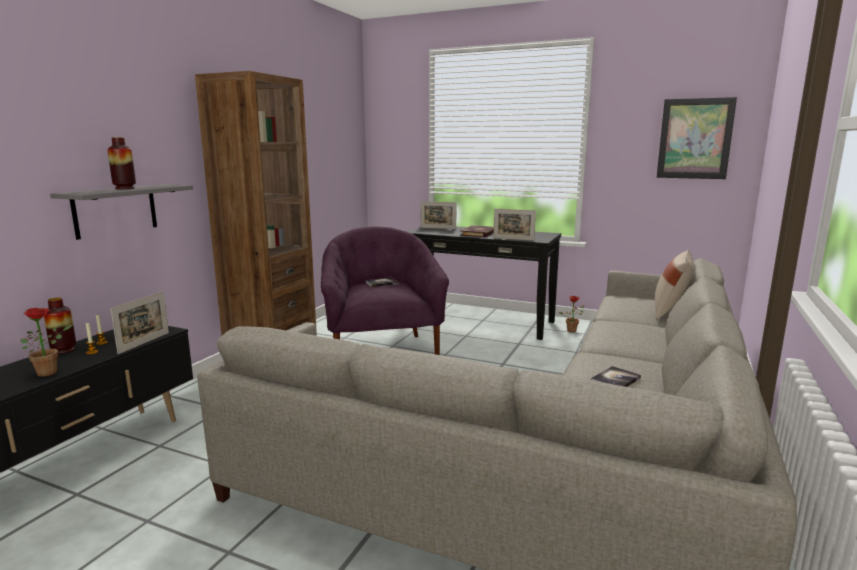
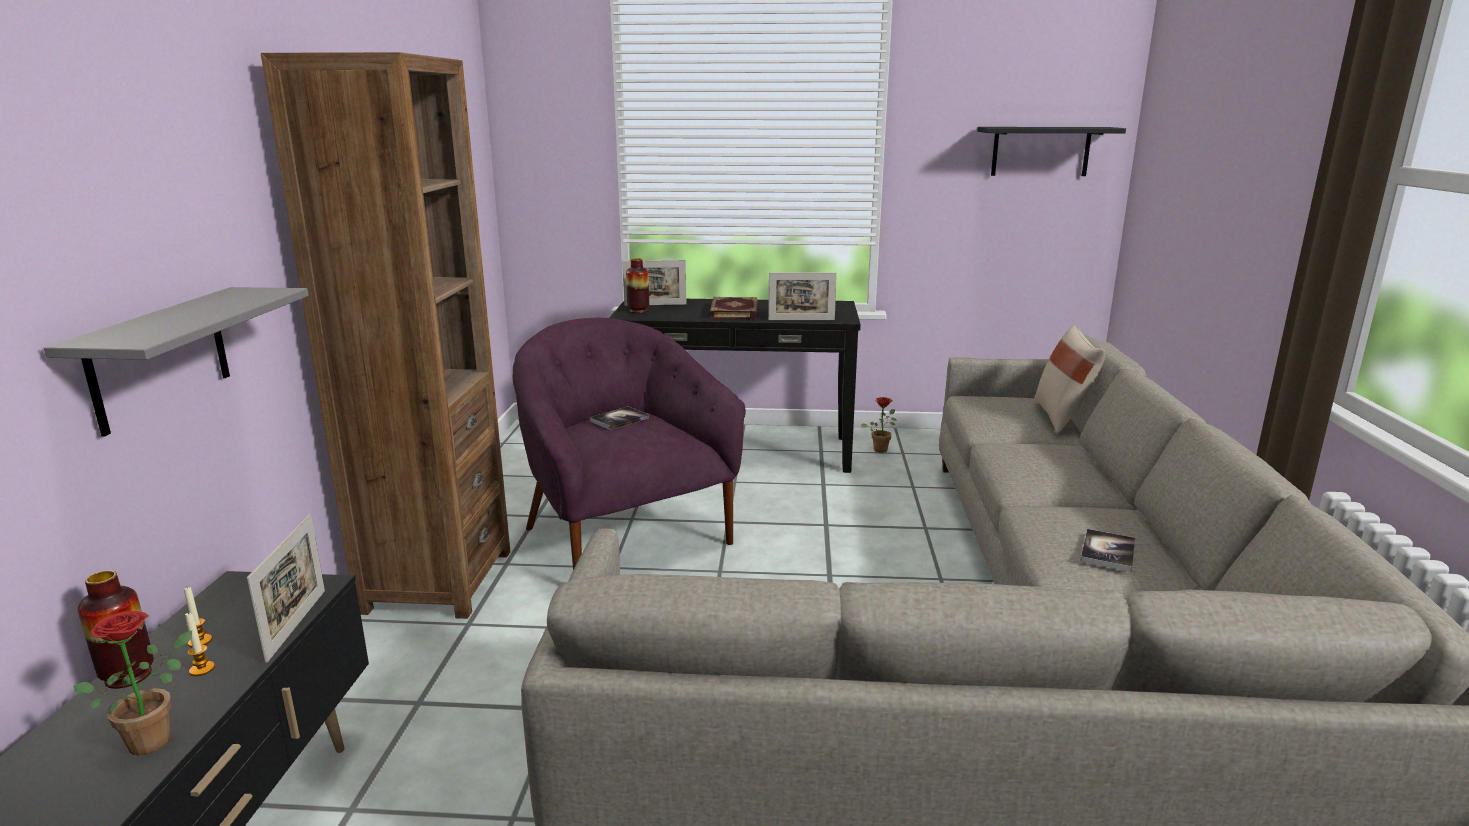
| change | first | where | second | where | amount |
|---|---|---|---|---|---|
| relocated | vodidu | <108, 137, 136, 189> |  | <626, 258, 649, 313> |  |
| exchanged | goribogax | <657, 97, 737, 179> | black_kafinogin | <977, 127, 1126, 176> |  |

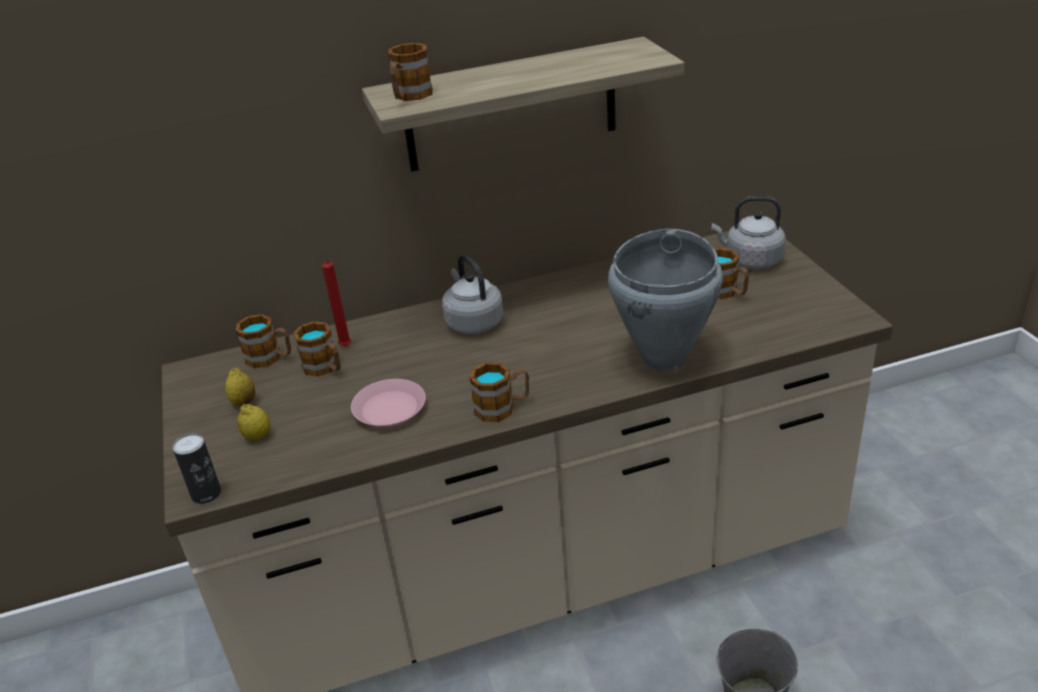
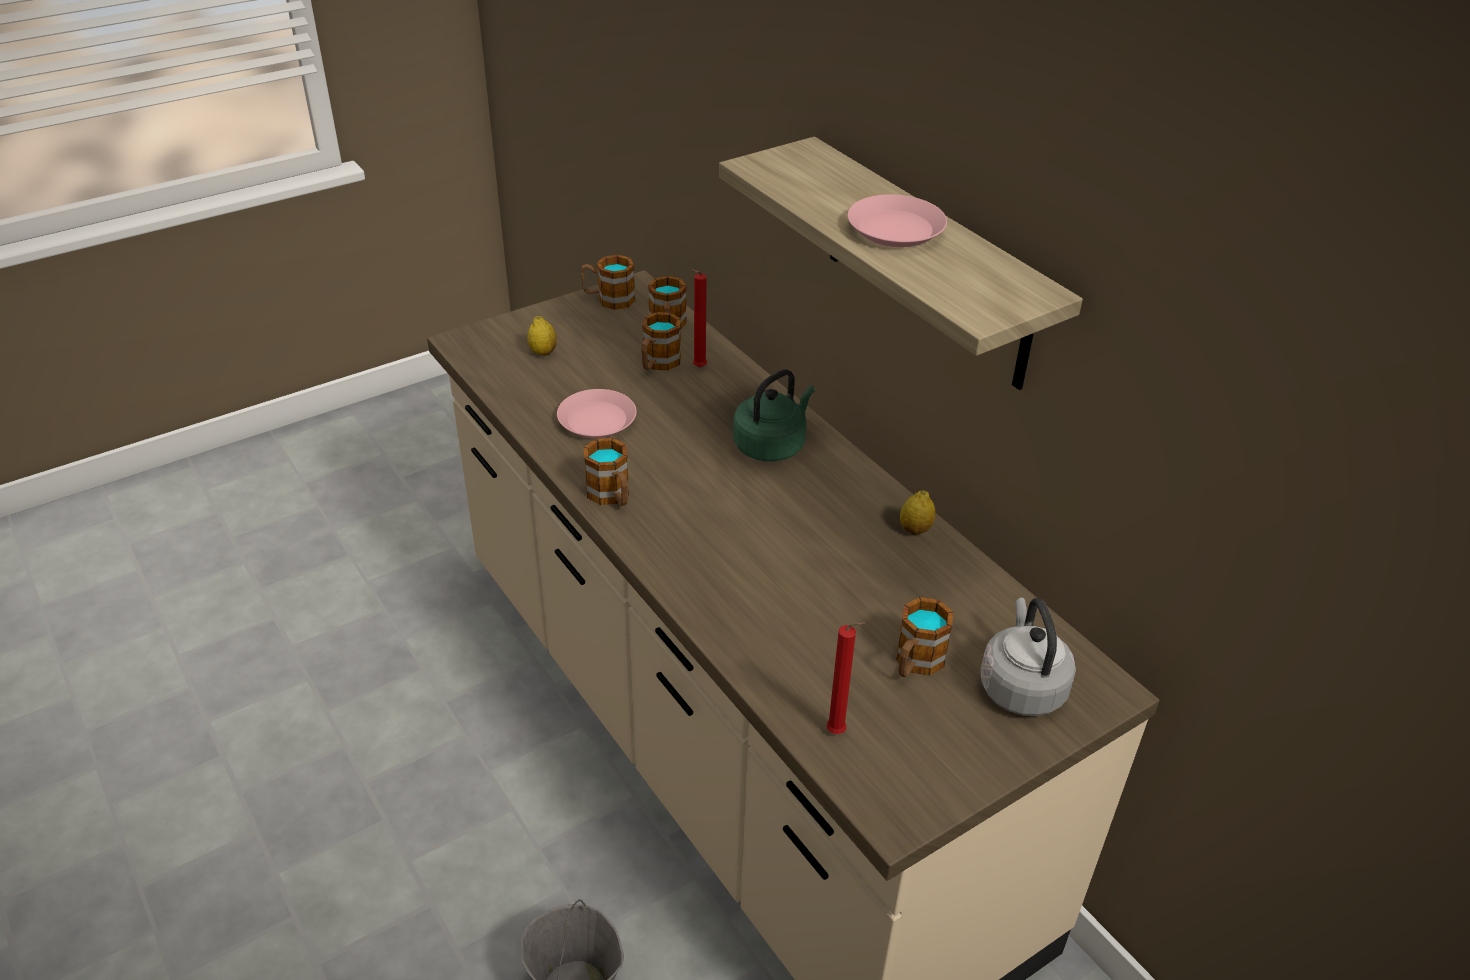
| change | first | where | second | where | amount |
|---|---|---|---|---|---|
| missing | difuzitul | <173, 433, 221, 504> |  |  |  |
| relocated | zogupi | <225, 368, 255, 406> |  | <900, 490, 935, 535> |  |
| relocated | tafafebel | <388, 43, 433, 101> |  | <580, 255, 635, 310> |  |
| colour | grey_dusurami | <442, 255, 503, 334> | green_dusurami | <733, 369, 815, 462> |  |
| missing | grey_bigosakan | <608, 229, 723, 371> |  |  |  |
| appeared |  |  | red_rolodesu | <826, 622, 867, 734> |  |
| appeared |  |  | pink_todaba | <847, 194, 947, 247> |  |

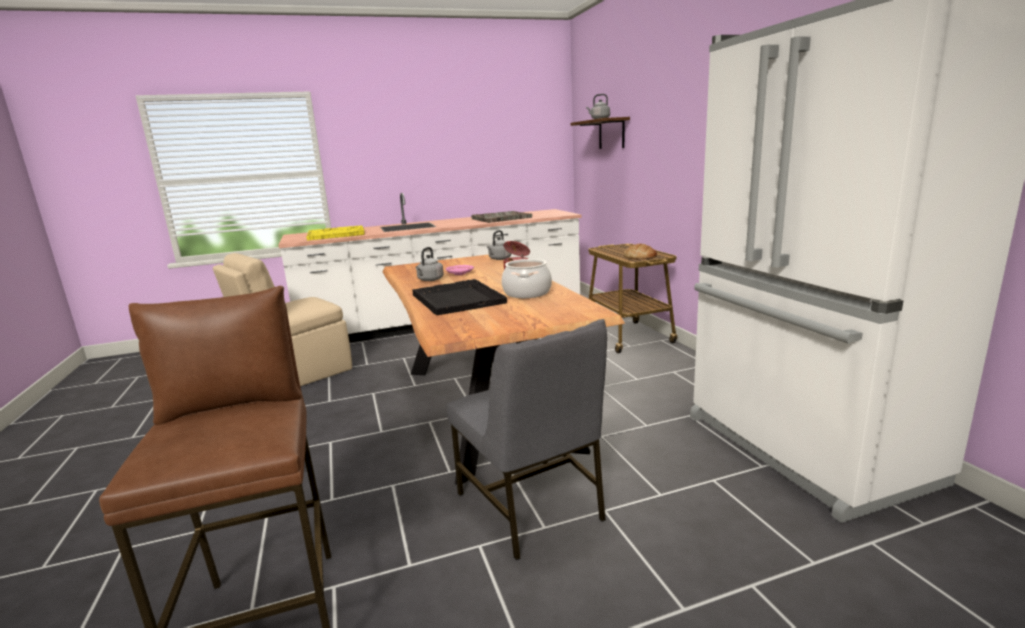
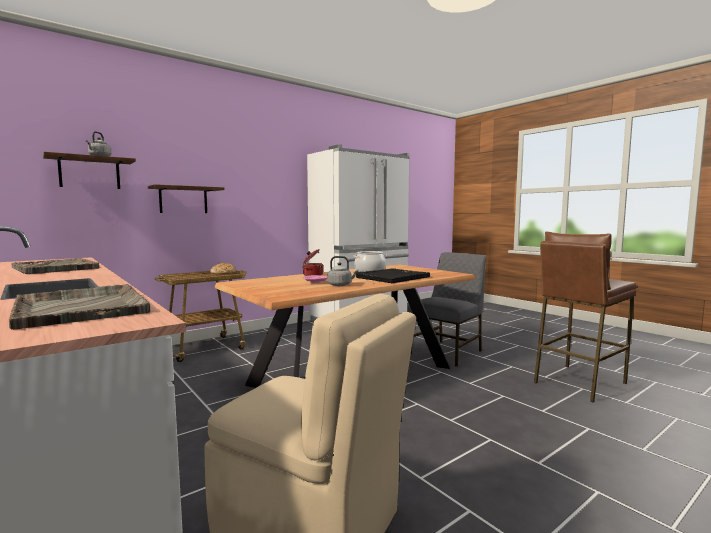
| change | first | where | second | where | amount |
|---|---|---|---|---|---|
| colour | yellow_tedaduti | <306, 225, 365, 240> | grey_tedaduti | <9, 284, 150, 330> |  |
| missing | grey_dusurami | <487, 230, 511, 260> |  |  |  |
| appeared |  |  | brown_kafinogin | <148, 184, 225, 213> |  |

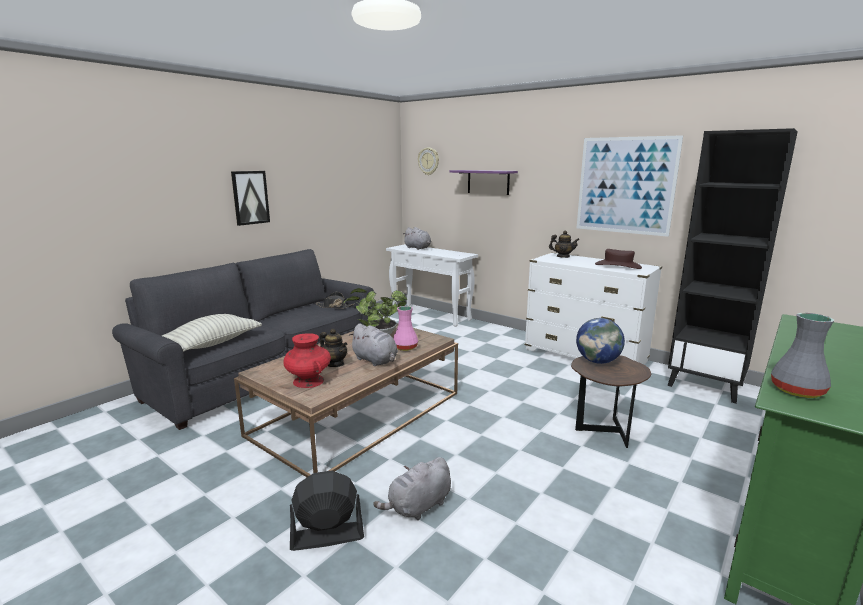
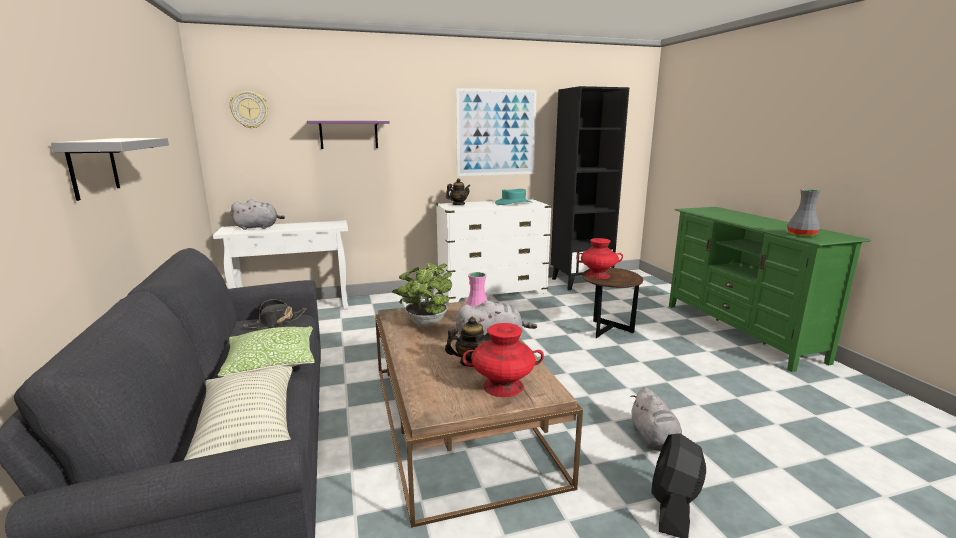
| change | first | where | second | where | amount |
|---|---|---|---|---|---|
| exchanged | goribogax | <231, 171, 270, 226> | grey_kafinogin | <51, 138, 169, 201> |  |
| exchanged | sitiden | <576, 318, 625, 364> | red_vodidu | <576, 238, 623, 279> |  |
| colour | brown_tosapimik | <595, 249, 642, 269> | turquoise_tosapimik | <495, 189, 533, 205> |  |
| appeared |  |  | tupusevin | <217, 326, 315, 377> |  |

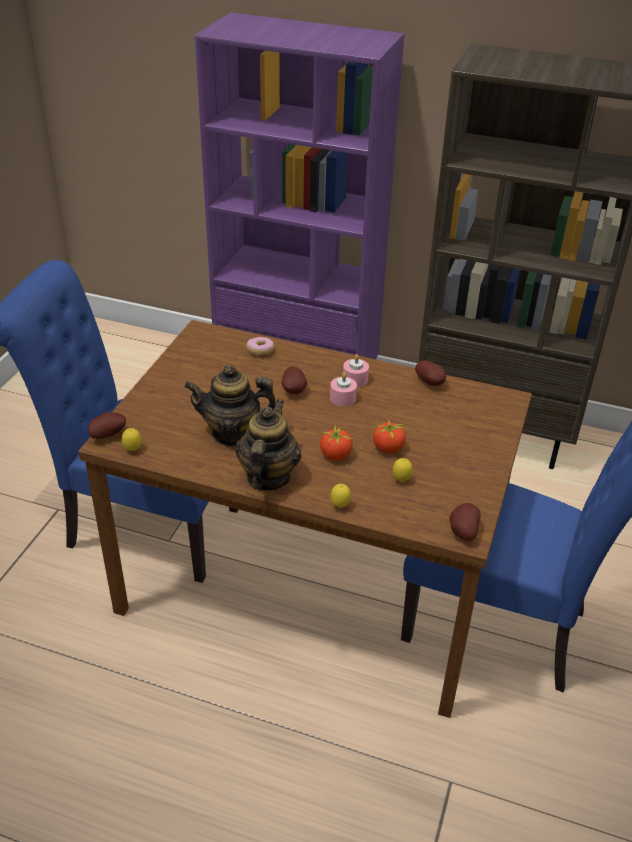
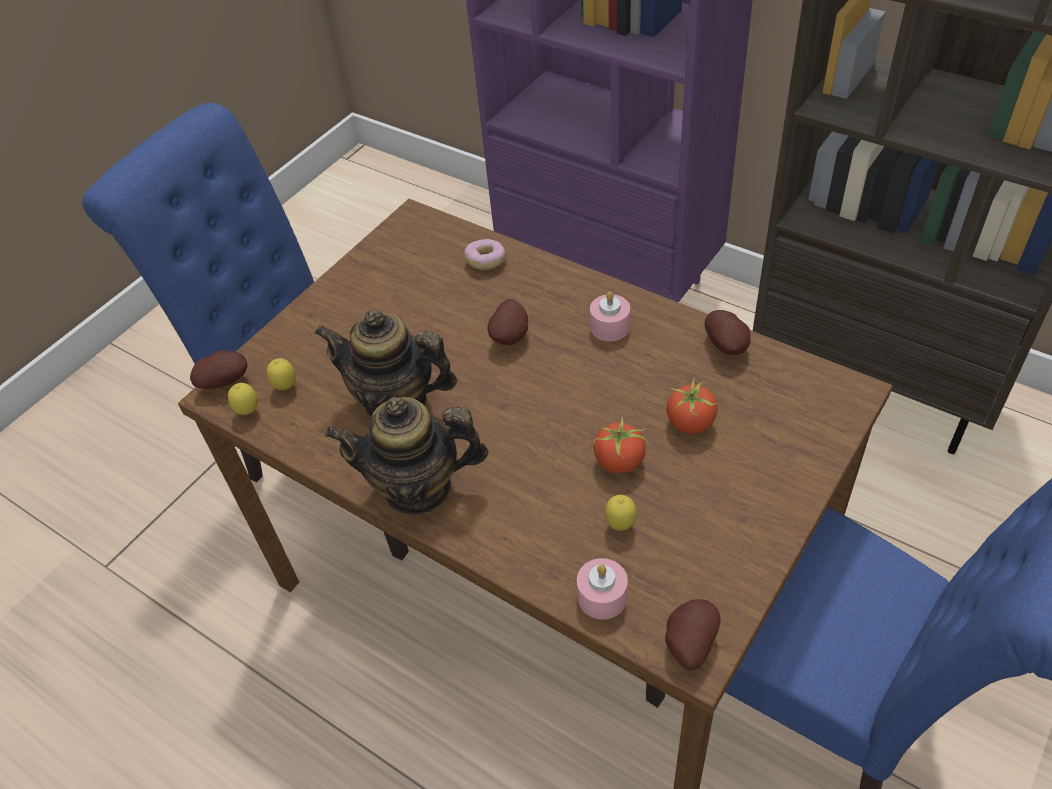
| change | first | where | second | where | amount |
|---|---|---|---|---|---|
| spun | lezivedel | <235, 399, 301, 491> |  | <325, 397, 488, 516> | 120 degrees counterclockwise |
| relocated | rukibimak | <320, 427, 354, 461> |  | <666, 378, 719, 434> |  |
| relocated | pink_rolodesu | <330, 372, 357, 407> |  | <577, 558, 628, 620> |  |
| relocated | zogupi | <331, 484, 351, 508> |  | <267, 358, 296, 390> |  |

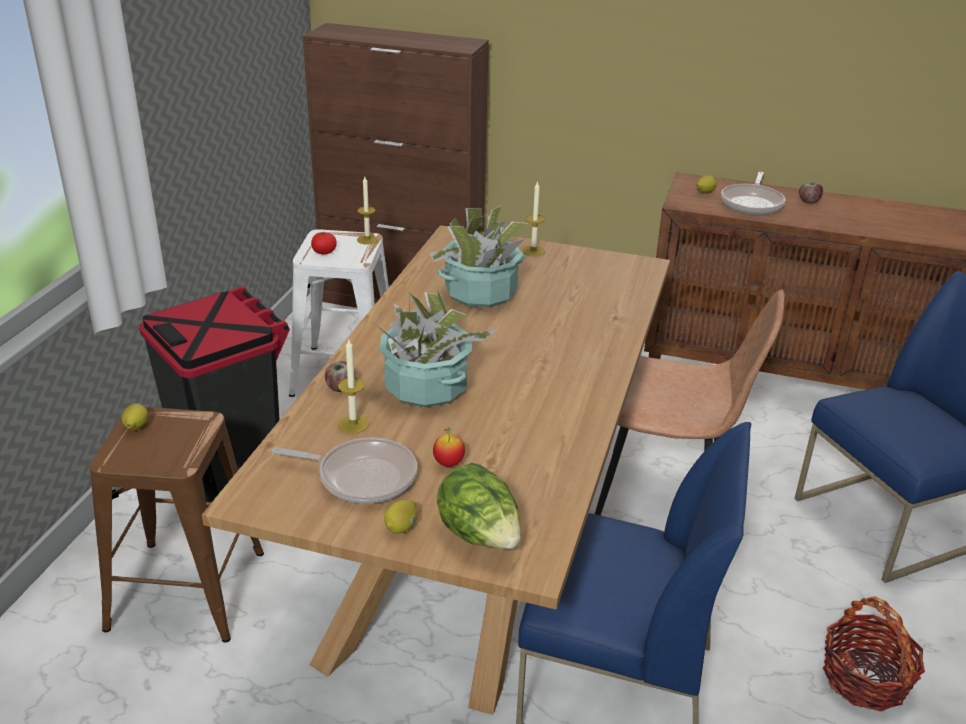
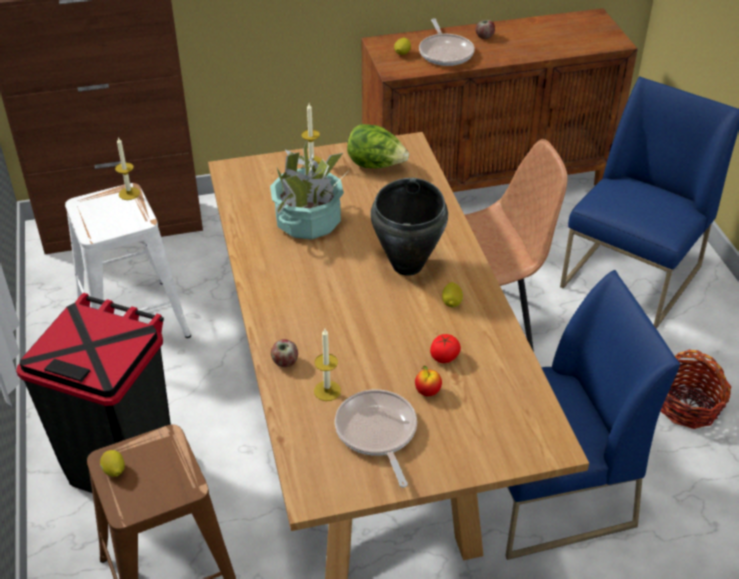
| change | first | where | second | where | amount |
|---|---|---|---|---|---|
| spun | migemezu | <272, 438, 417, 504> |  | <335, 389, 417, 488> | 90 degrees counterclockwise |
| relocated | rukibimak | <311, 232, 337, 254> |  | <430, 334, 461, 363> |  |
| missing | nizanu | <375, 288, 498, 407> |  |  |  |
| relocated | zogupi | <384, 500, 417, 534> |  | <442, 282, 463, 308> |  |
| relocated | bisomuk | <437, 463, 521, 549> |  | <347, 124, 409, 168> |  |
| appeared |  |  | black_bigosakan | <370, 178, 448, 276> |  |

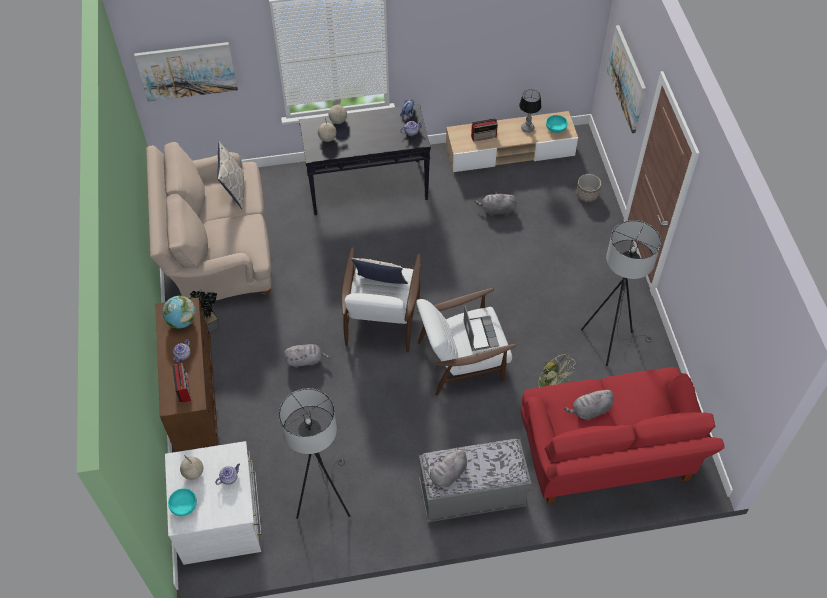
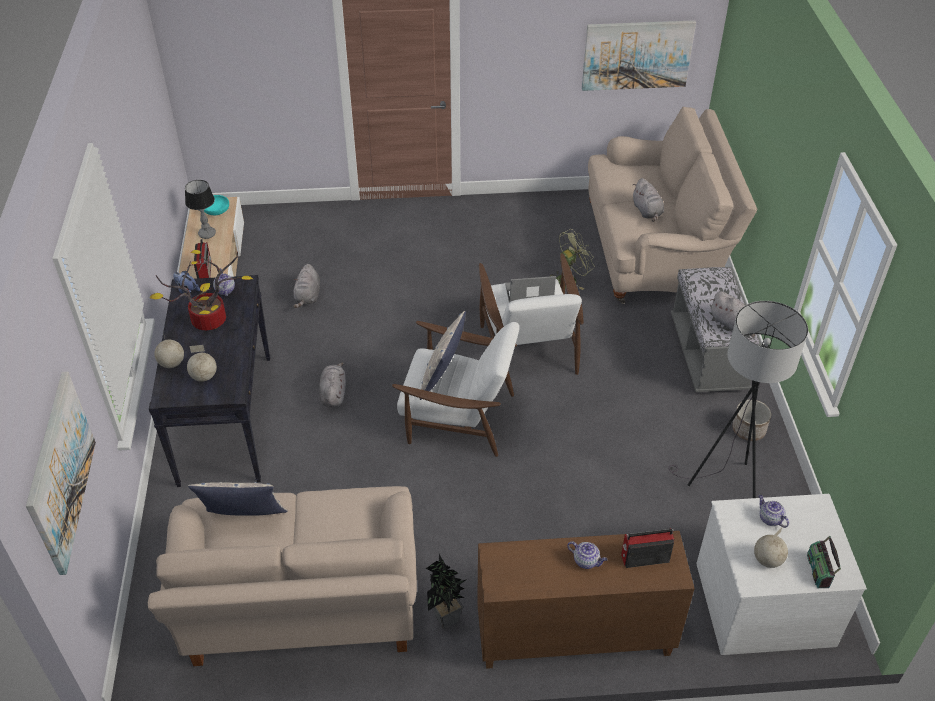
| change | first | where | second | where | amount |
|---|---|---|---|---|---|
| missing | sitiden | <162, 296, 196, 328> |  |  |  |
| exchanged | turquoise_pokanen | <168, 488, 197, 516> | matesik | <807, 536, 841, 588> |  |
| relocated | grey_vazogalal | <284, 344, 330, 368> |  | <319, 362, 346, 407> |  |
| colour | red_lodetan | <521, 367, 725, 504> | beige_lodetan | <588, 107, 758, 304> |  |
| relocated | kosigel | <576, 174, 601, 202> |  | <732, 400, 771, 441> |  |
| missing | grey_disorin | <581, 220, 661, 366> |  |  |  |
| relocated | goribogax | <607, 25, 646, 133> |  | <582, 20, 696, 91> |  |
| appeared |  |  | nizanu | <150, 250, 253, 330> |  |

